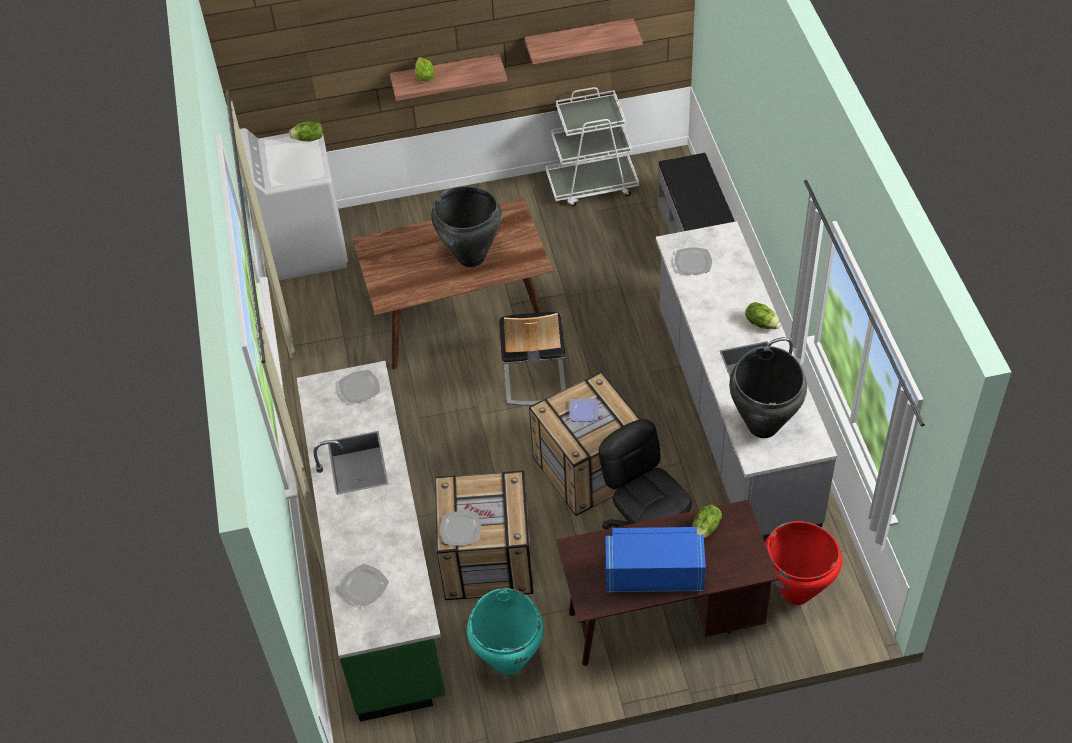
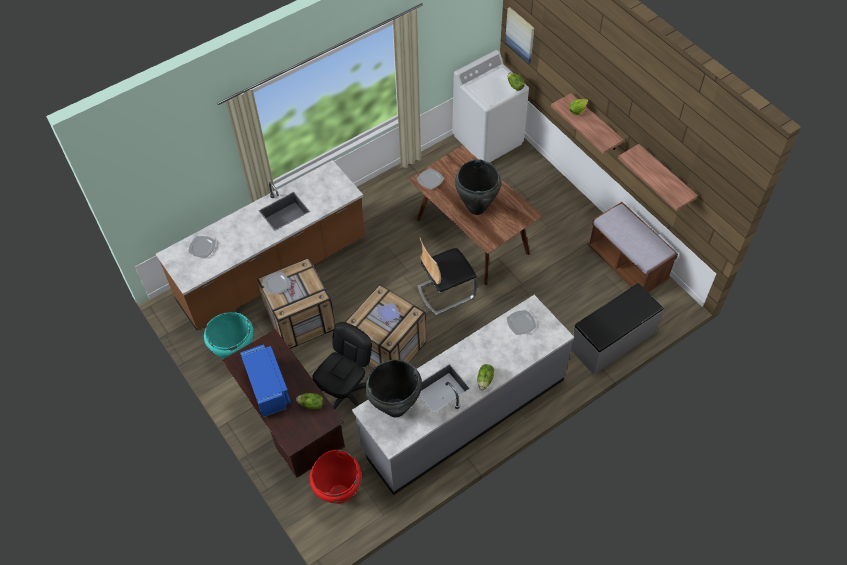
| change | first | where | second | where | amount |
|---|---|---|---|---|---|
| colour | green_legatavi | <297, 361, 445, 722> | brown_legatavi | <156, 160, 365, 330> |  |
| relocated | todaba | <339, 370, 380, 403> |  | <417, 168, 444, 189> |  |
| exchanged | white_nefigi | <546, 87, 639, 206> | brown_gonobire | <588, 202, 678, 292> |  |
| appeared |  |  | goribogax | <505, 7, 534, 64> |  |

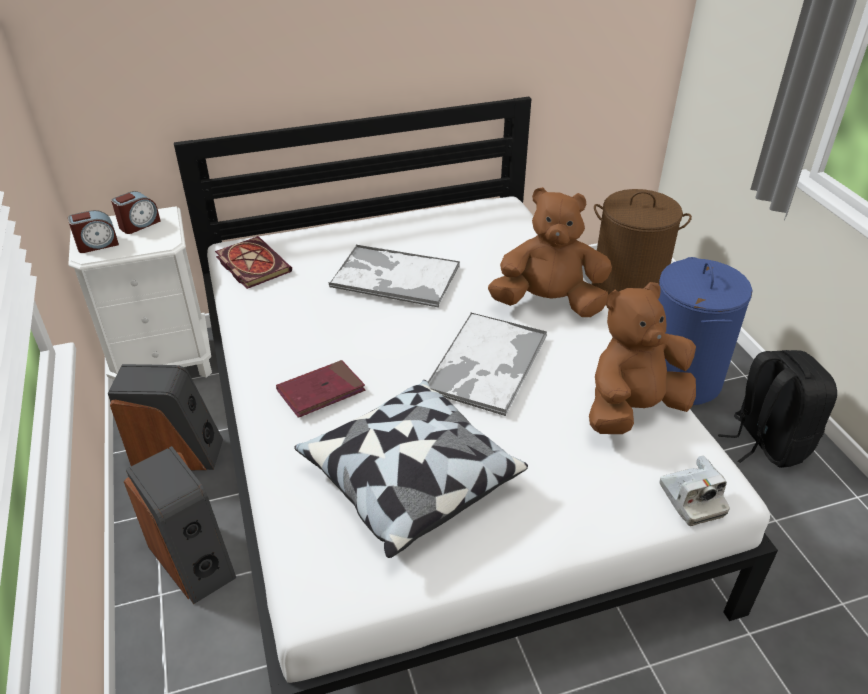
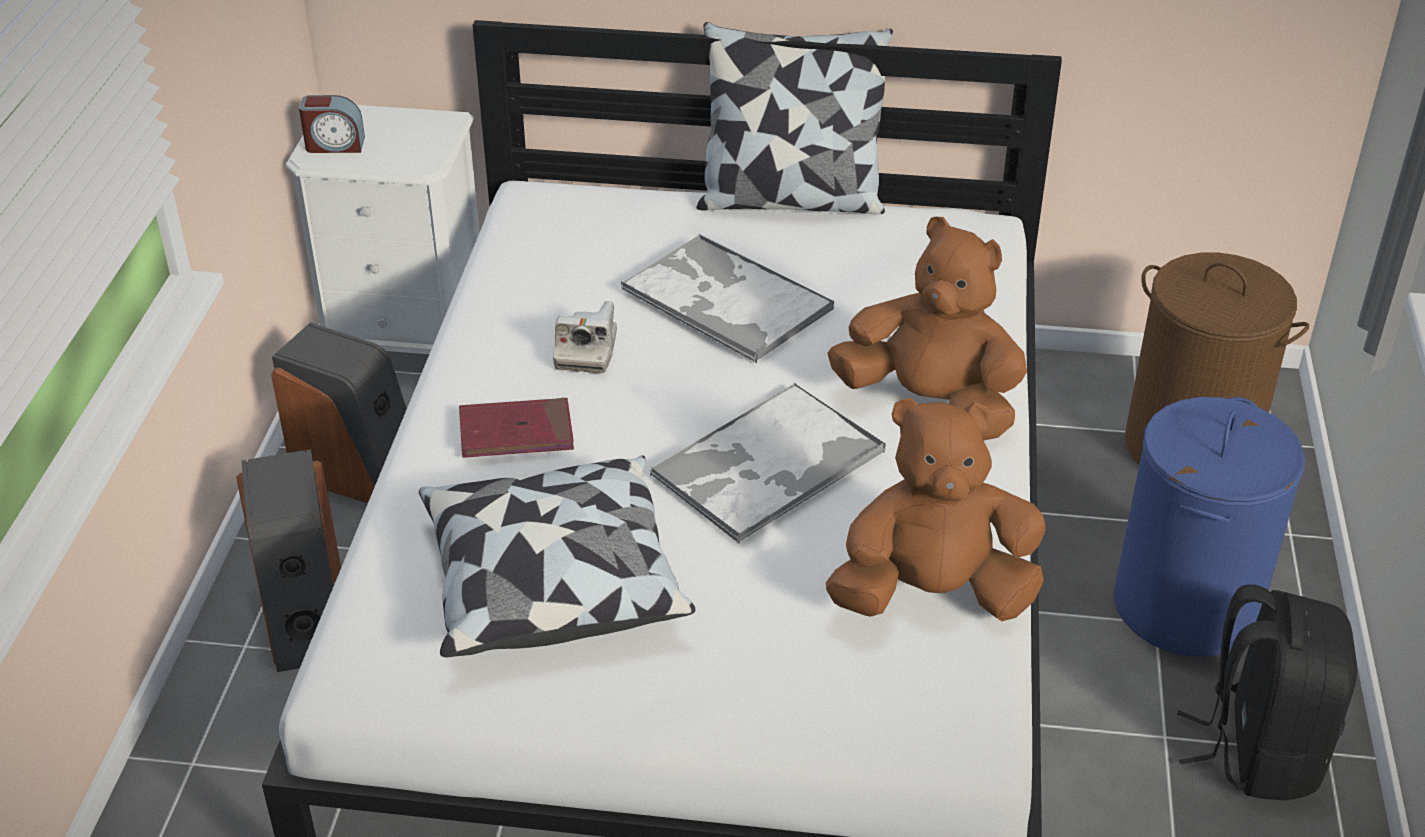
| change | first | where | second | where | amount |
|---|---|---|---|---|---|
| missing | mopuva | <111, 191, 161, 234> |  |  |  |
| missing | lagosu | <215, 236, 292, 289> |  |  |  |
| relocated | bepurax | <659, 455, 730, 526> |  | <553, 301, 617, 373> |  |
| appeared |  |  | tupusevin | <697, 22, 893, 215> |  |

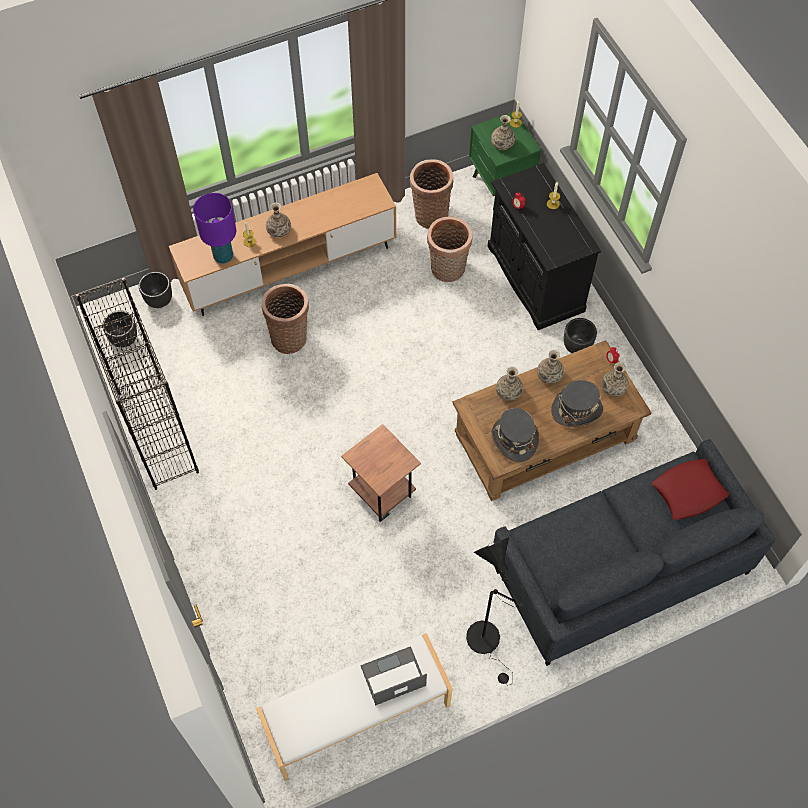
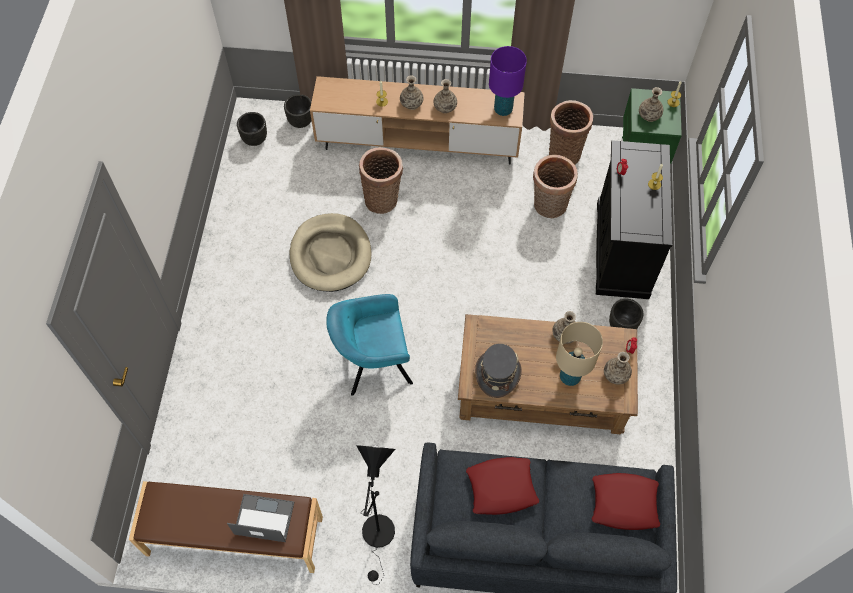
| change | first | where | second | where | amount |
|---|---|---|---|---|---|
| missing | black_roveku | <75, 278, 199, 490> |  |  |  |
| relocated | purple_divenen | <193, 193, 236, 263> |  | <489, 46, 527, 116> |  |
| colour | white_gonobire | <256, 633, 453, 781> | brown_gonobire | <129, 481, 323, 573> |  |
| exchanged | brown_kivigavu | <341, 424, 421, 522> | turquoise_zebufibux | <326, 294, 413, 395> |  |
| relocated | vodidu | <496, 367, 523, 401> |  | <434, 79, 457, 113> |  |
| exchanged | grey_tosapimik | <551, 380, 603, 427> | beige_divenen | <556, 322, 603, 386> |  |
| appeared |  |  | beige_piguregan | <290, 213, 372, 292> |  |
| appeared |  |  | red_tupusevin | <466, 457, 539, 515> |  |

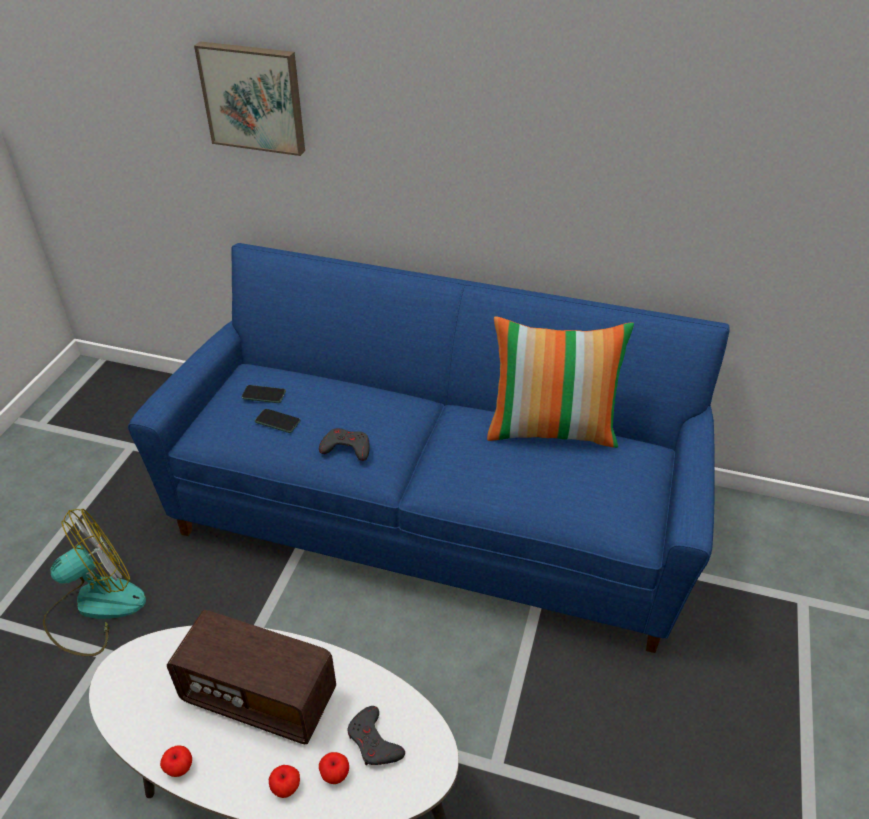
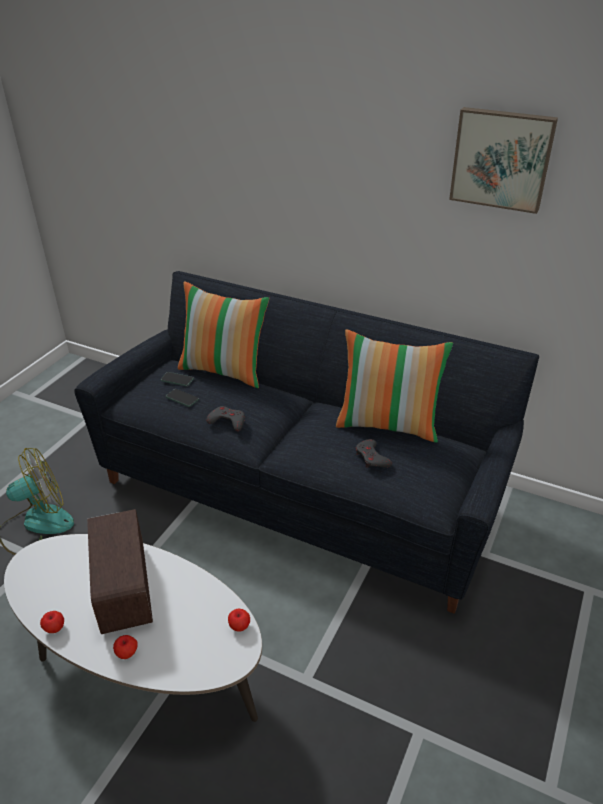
| change | first | where | second | where | amount |
|---|---|---|---|---|---|
| colour | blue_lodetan | <128, 243, 730, 653> | black_lodetan | <74, 271, 539, 614> |  |
| spun | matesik | <167, 610, 336, 744> |  | <87, 509, 153, 634> | 45 degrees clockwise |
| relocated | goribogax | <194, 41, 305, 156> |  | <449, 107, 558, 214> |  |
| relocated | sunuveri | <319, 752, 349, 784> |  | <228, 609, 250, 632> |  |
| relocated | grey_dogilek | <347, 706, 405, 765> |  | <356, 439, 392, 468> |  |
| appeared |  |  | tupusevin | <178, 281, 269, 388> |  |

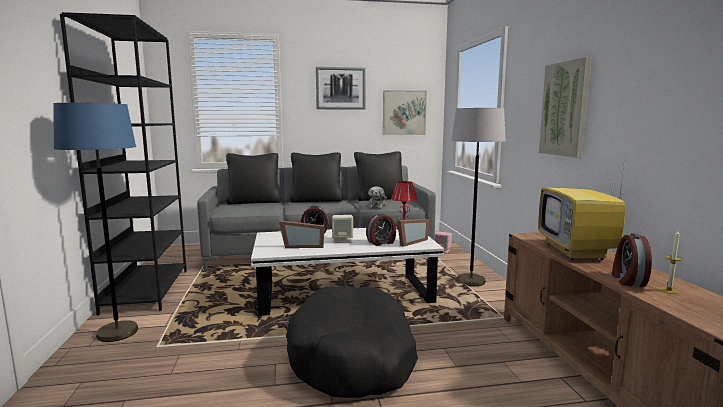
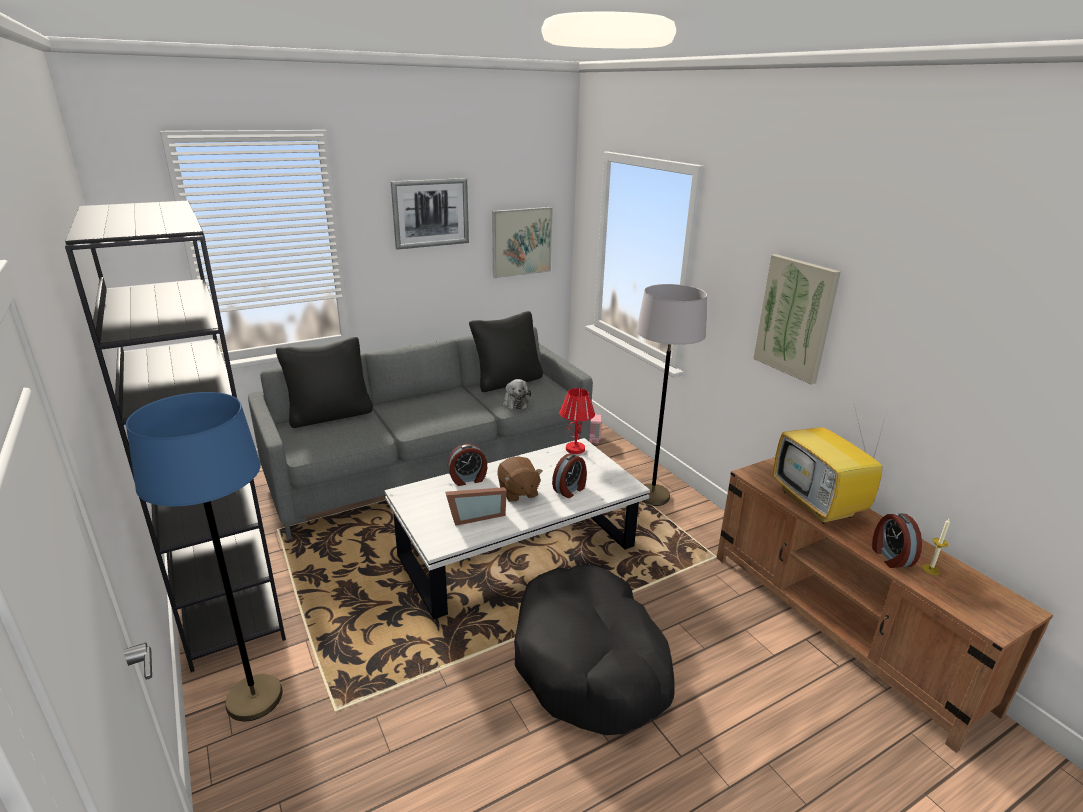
| change | first | where | second | where | amount |
|---|---|---|---|---|---|
| missing | black_tupusevin | <290, 152, 342, 202> |  |  |  |
| exchanged | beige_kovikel | <332, 215, 353, 243> | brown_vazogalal | <497, 457, 543, 502> |  |
| missing | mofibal | <397, 219, 429, 247> |  |  |  |

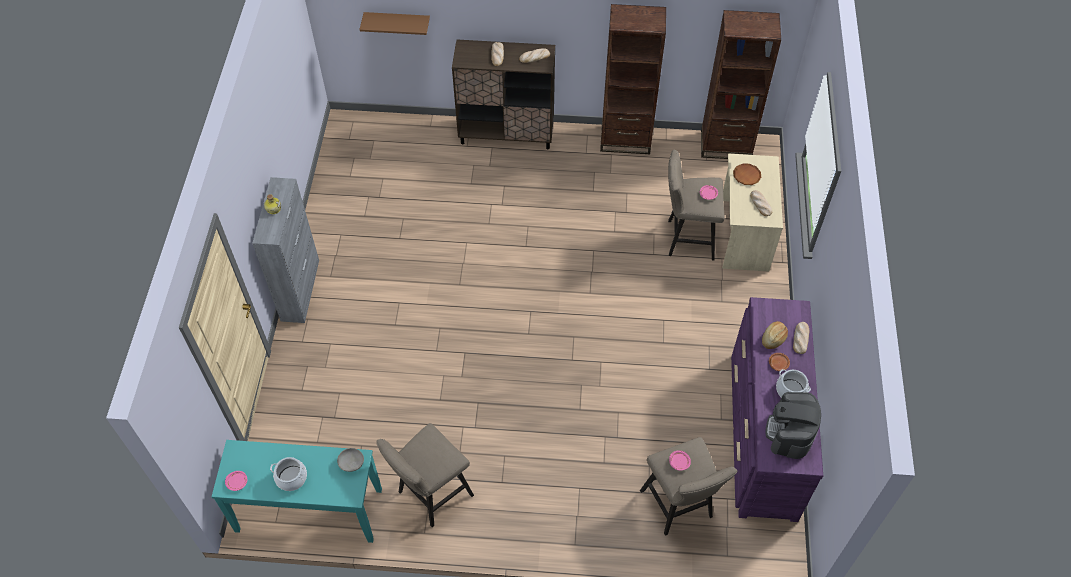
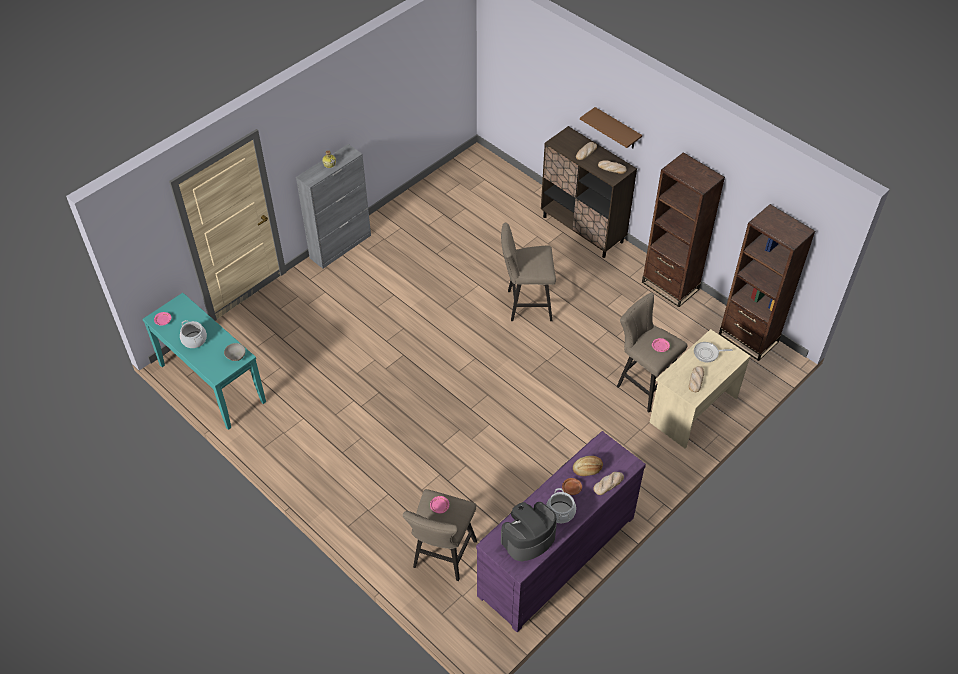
| change | first | where | second | where | amount |
|---|---|---|---|---|---|
| relocated | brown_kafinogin | <359, 12, 430, 35> |  | <580, 107, 642, 148> |  |
| relocated | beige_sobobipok | <376, 423, 474, 527> |  | <501, 223, 556, 321> |  |
| exchanged | brown_todaba | <733, 164, 761, 185> | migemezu | <694, 342, 732, 362> |  |

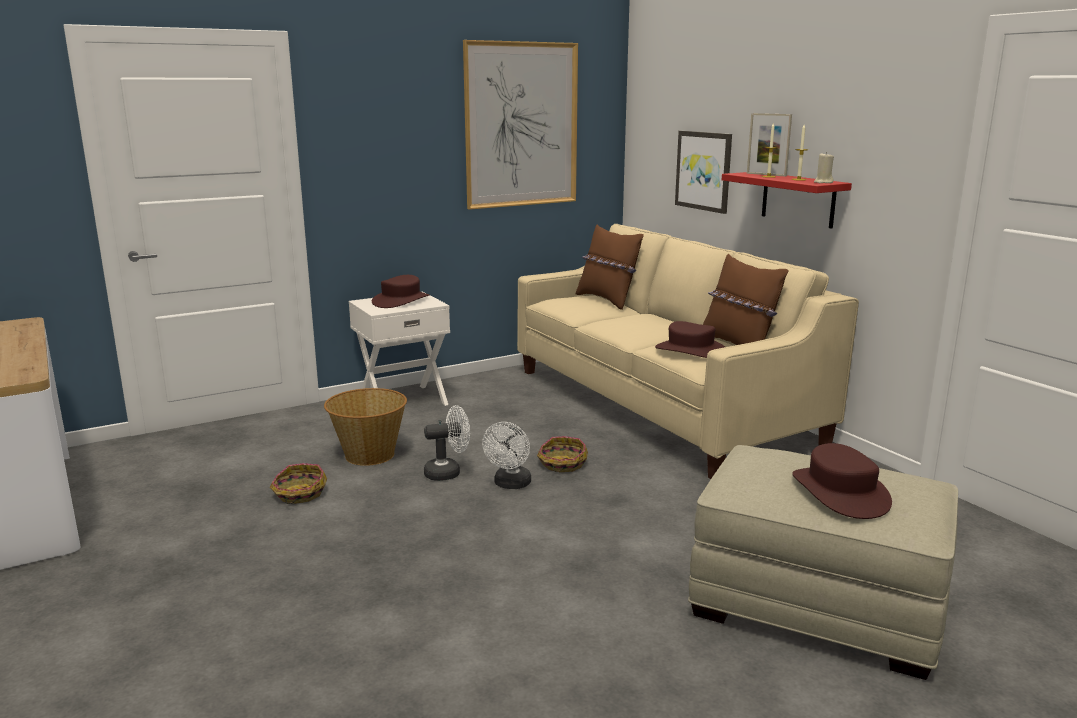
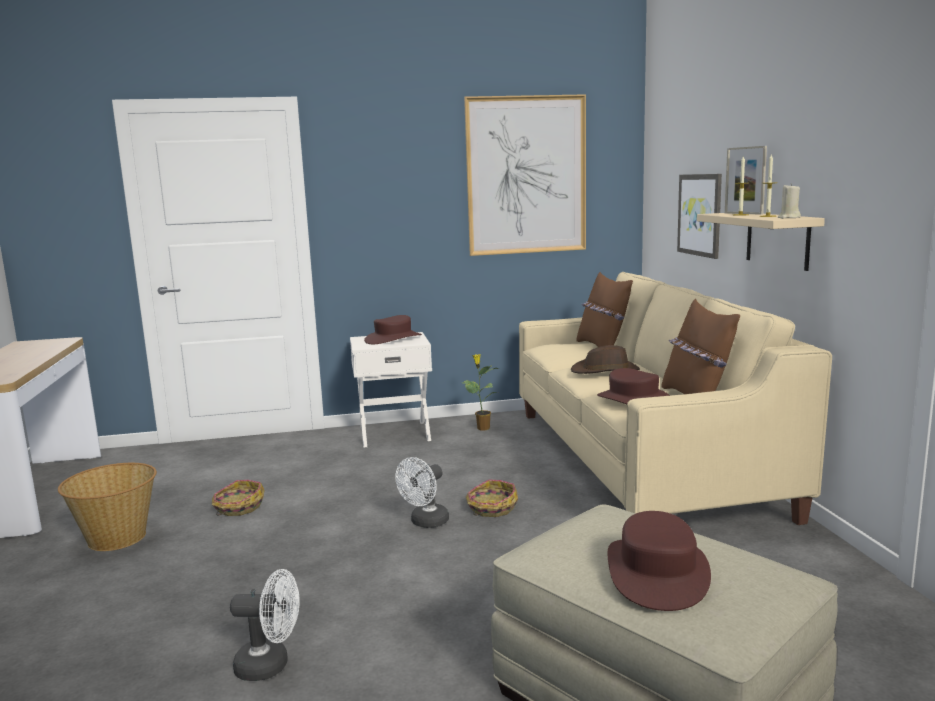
| change | first | where | second | where | amount |
|---|---|---|---|---|---|
| relocated | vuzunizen | <324, 388, 407, 466> |  | <58, 463, 157, 551> |  |
| relocated | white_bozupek | <424, 405, 470, 481> |  | <230, 569, 300, 681> |  |
| colour | red_kafinogin | <722, 172, 852, 229> | beige_kafinogin | <697, 213, 825, 271> |  |
| appeared |  |  | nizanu | <462, 354, 499, 430> |  |
| appeared |  |  | brown_tosapimik | <571, 345, 640, 374> |  |

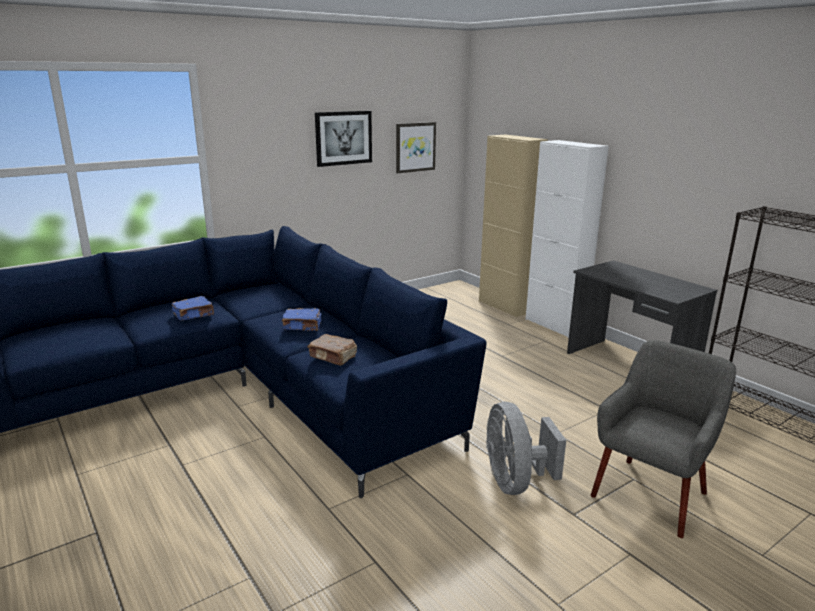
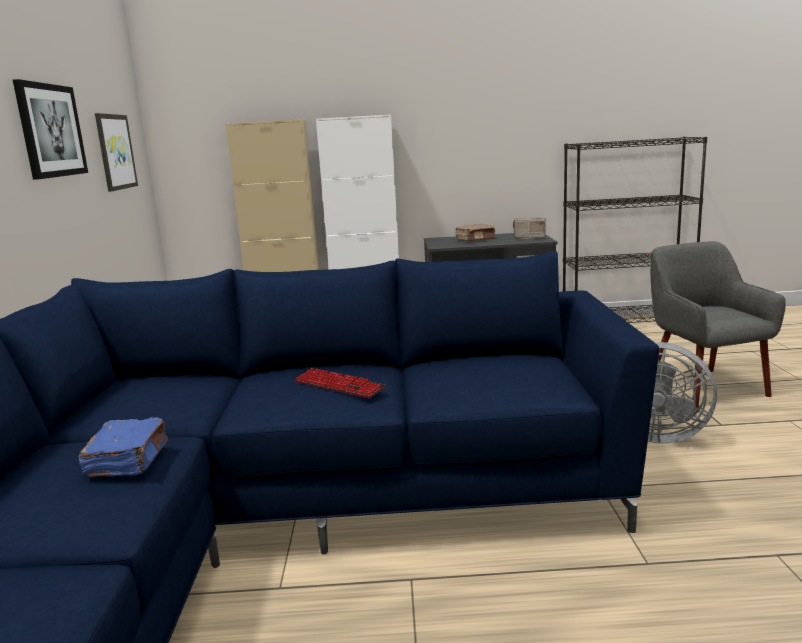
| change | first | where | second | where | amount |
|---|---|---|---|---|---|
| exchanged | blue_lagosu | <282, 308, 321, 331> | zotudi | <294, 368, 387, 398> |  |
| relocated | brown_lagosu | <307, 334, 357, 366> |  | <455, 224, 496, 241> |  |
| appeared |  |  | matesik | <513, 218, 546, 240> |  |

